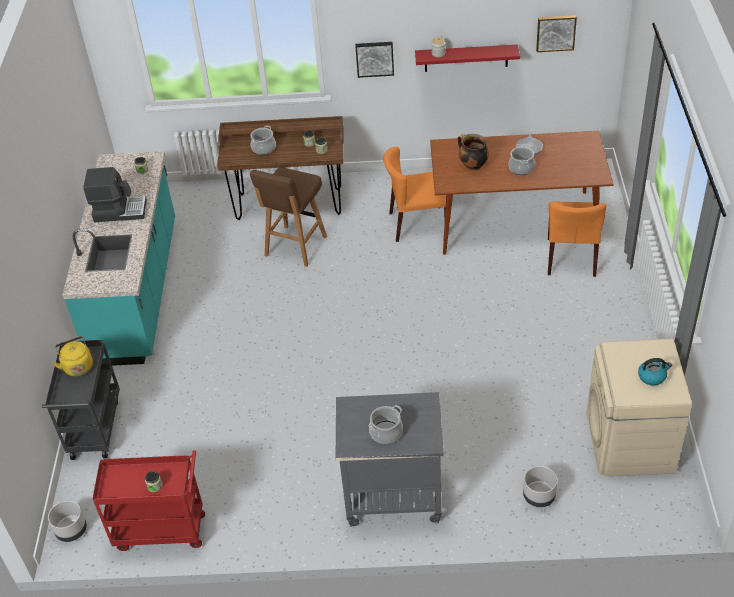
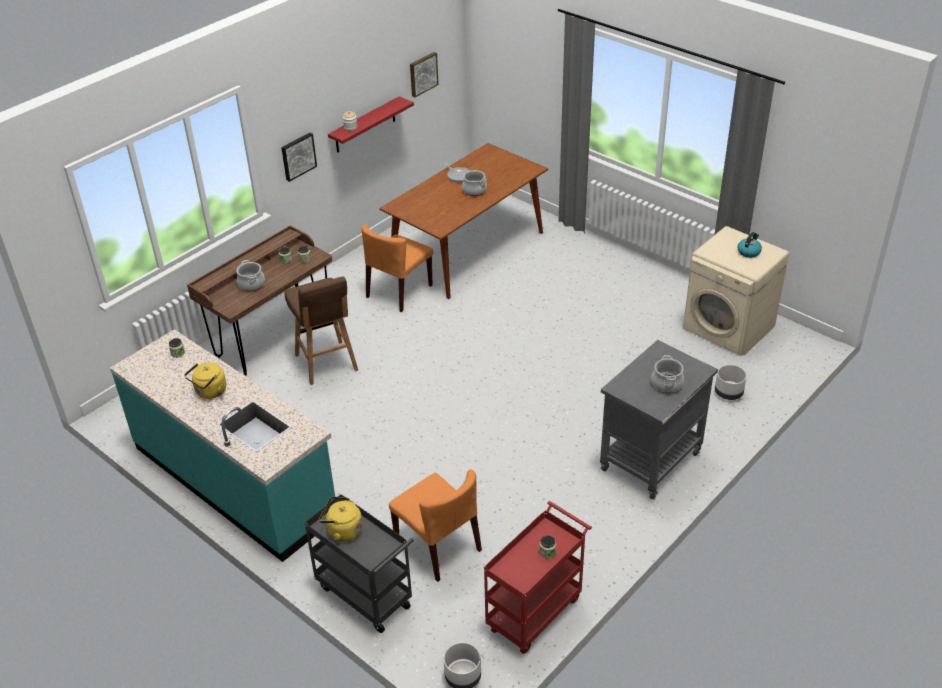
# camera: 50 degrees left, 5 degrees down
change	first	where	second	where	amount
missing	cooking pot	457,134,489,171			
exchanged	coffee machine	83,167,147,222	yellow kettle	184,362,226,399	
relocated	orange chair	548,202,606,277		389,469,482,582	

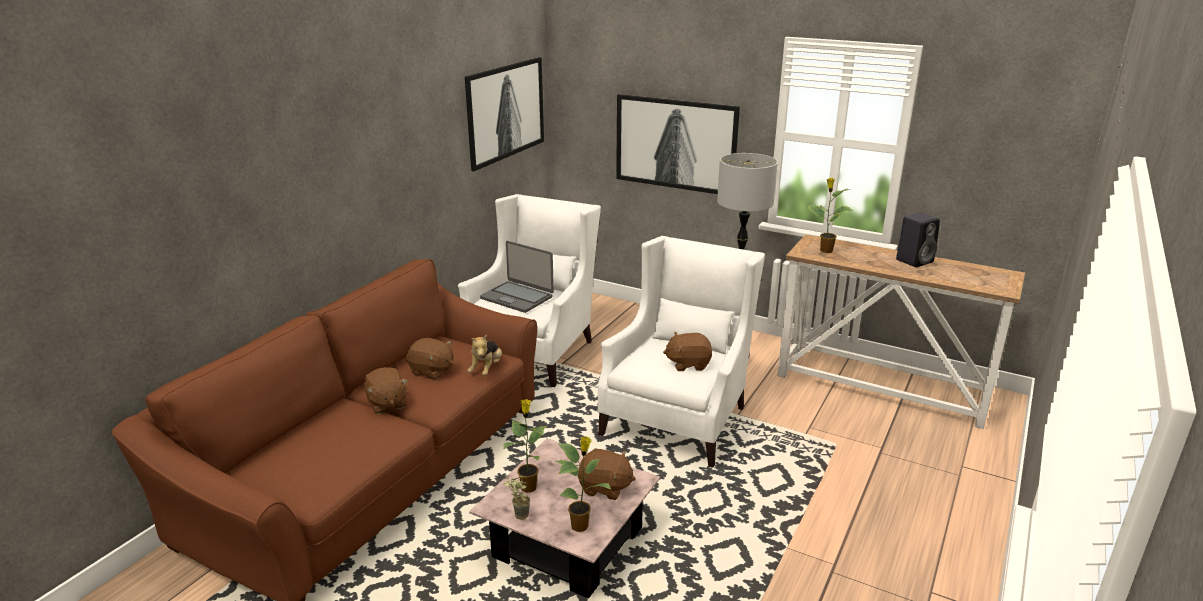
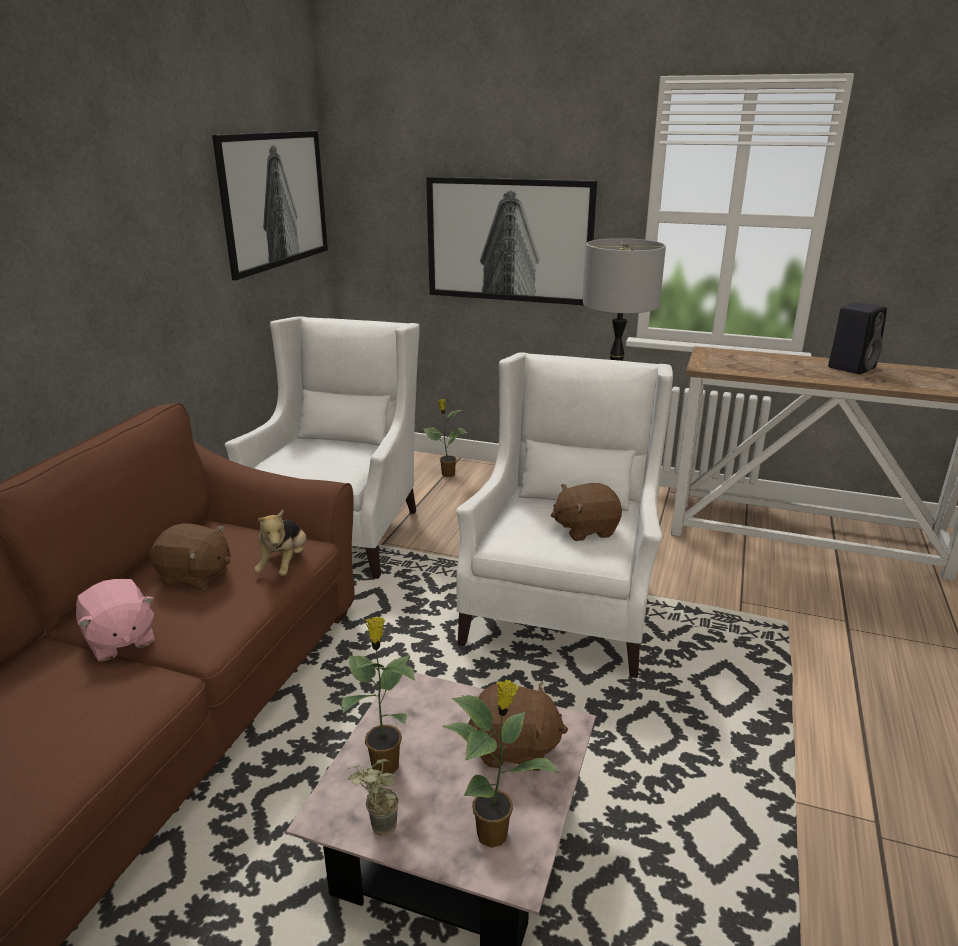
# camera: 10 degrees left, 0 degrees up
change	first	where	second	where	amount
relocated	potted plant	807,178,853,253		423,399,468,477	
missing	laptop	480,241,554,313			
colour	brown plush toy	364,367,408,414	pink plush toy	76,579,155,661	

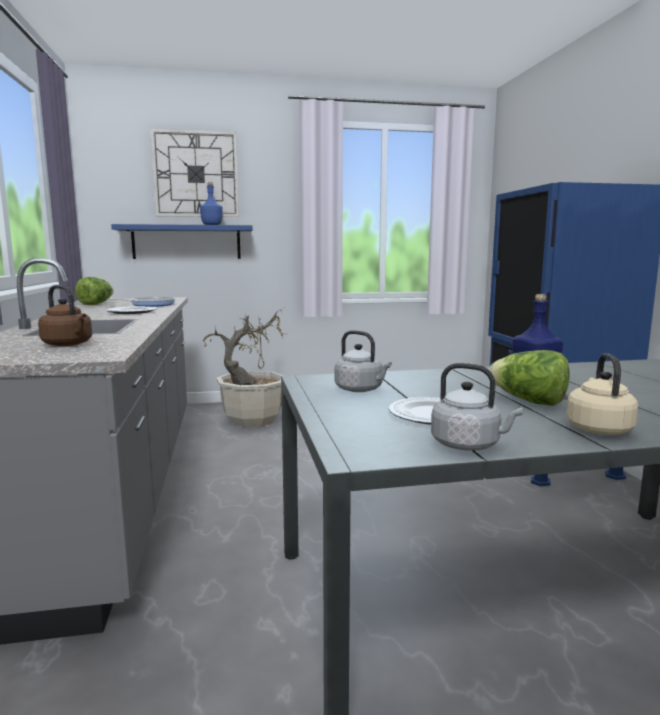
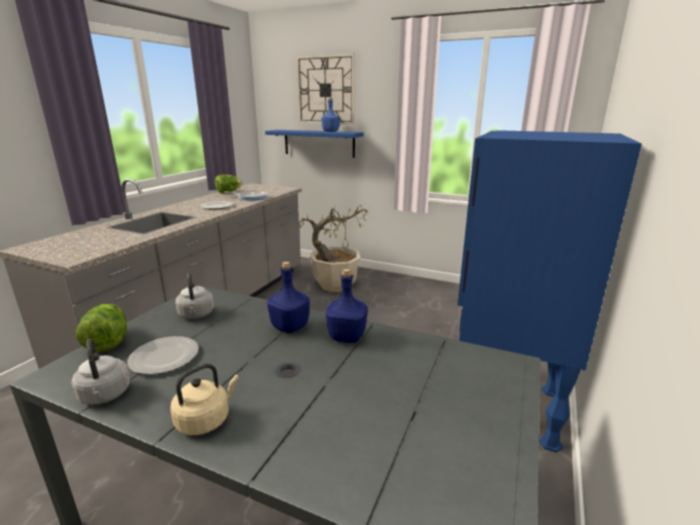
# camera: 35 degrees right, 10 degrees up
change	first	where	second	where	amount
missing	brown kettle	38,285,92,346			
relocated	lettuce	489,350,570,406		76,304,127,352	
appeared			blue bottle	267,262,310,333	

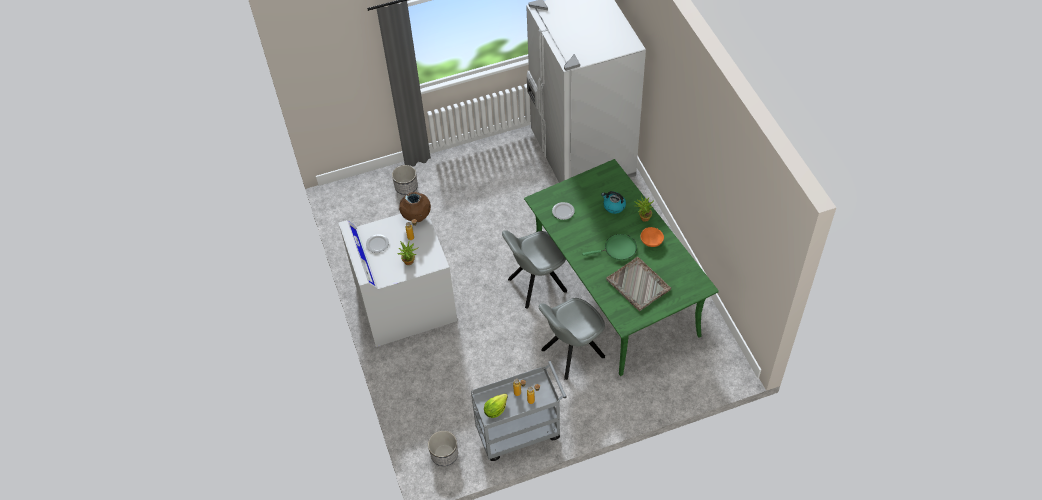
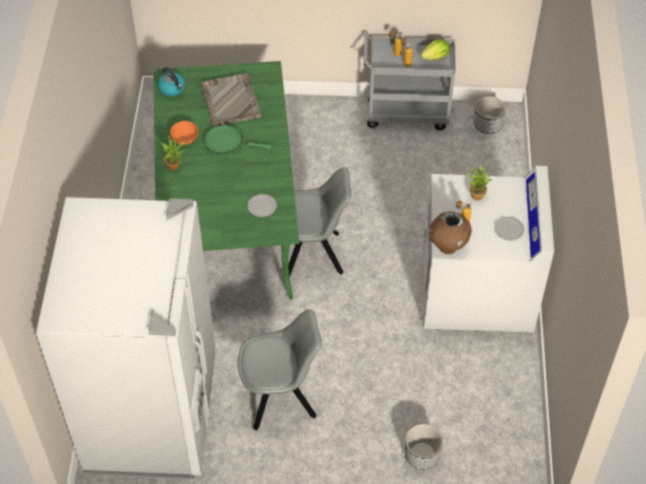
# camera: 160 degrees left, 0 degrees up
change	first	where	second	where	amount
relocated	kettle	601,191,626,214		158,67,185,96	
relocated	grey chair	539,298,605,380		238,309,322,430	

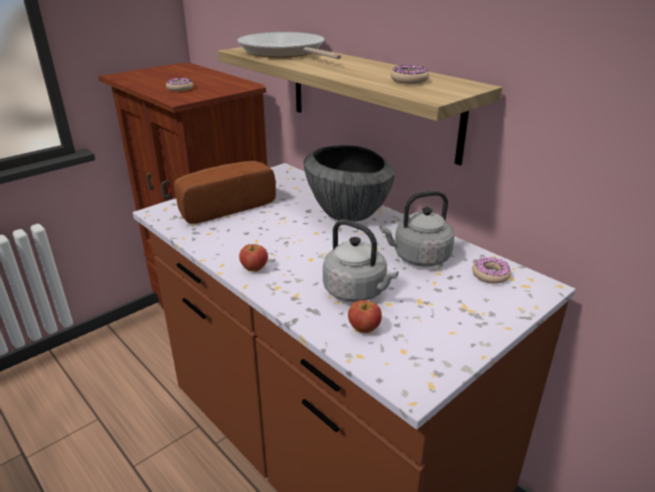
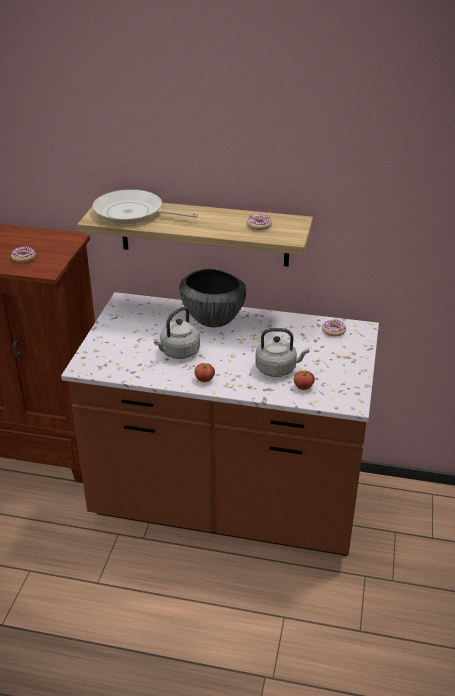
# camera: 35 degrees left, 5 degrees up
change	first	where	second	where	amount
missing	bread	174,161,276,224			
relocated	grey kettle	379,191,454,267		154,307,200,359	

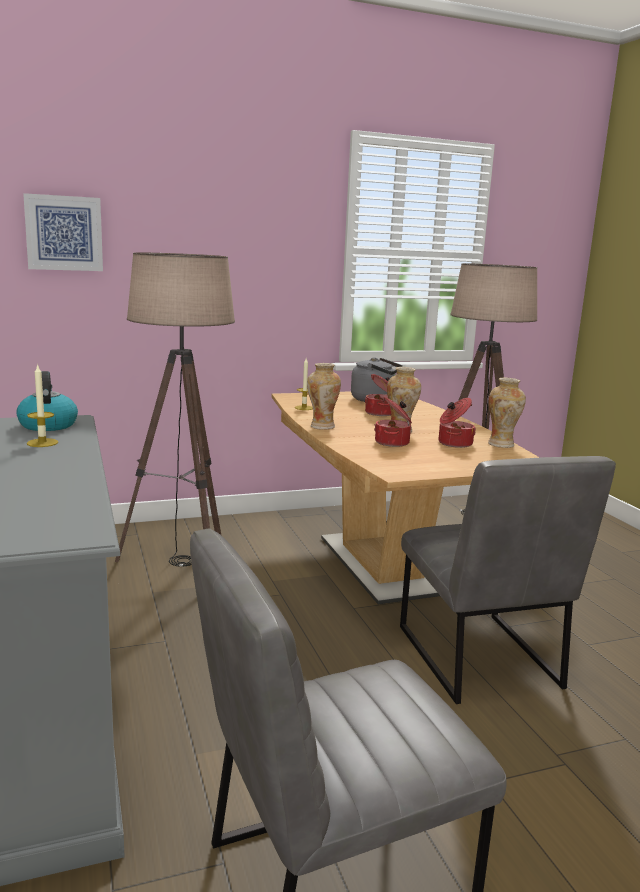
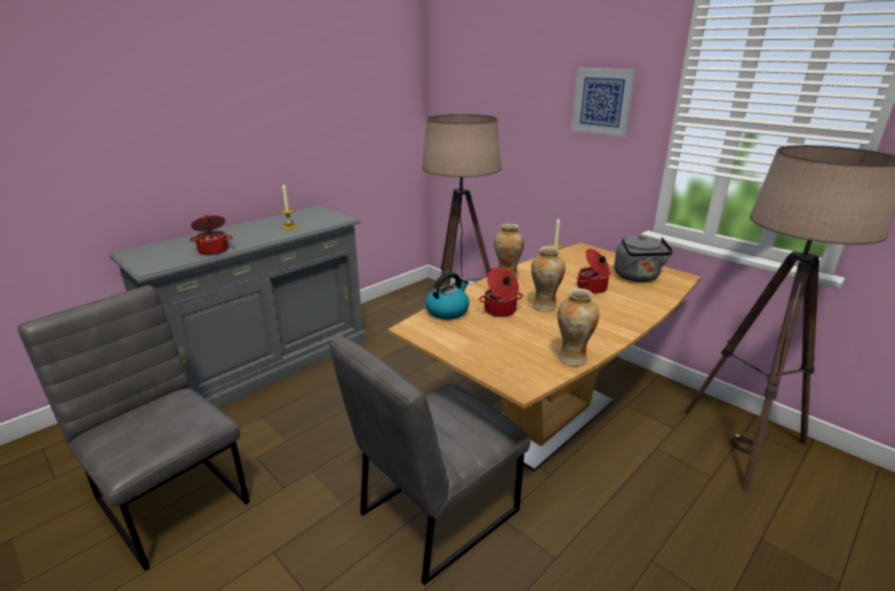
# camera: 65 degrees right, 10 degrees up
change	first	where	second	where	amount
relocated	picture	23,193,103,271		571,68,636,137	
relocated	kettle	16,371,78,431		425,272,469,320	
relocated	cooking pot	439,398,476,448		189,215,233,255	

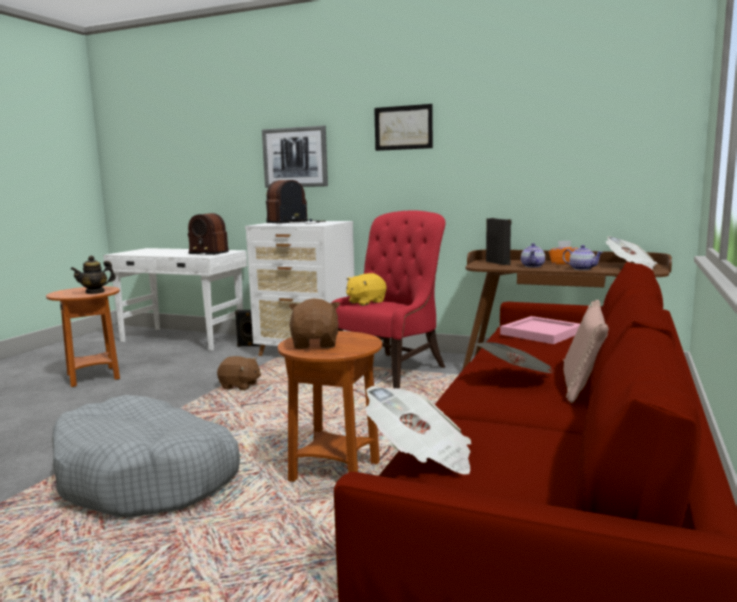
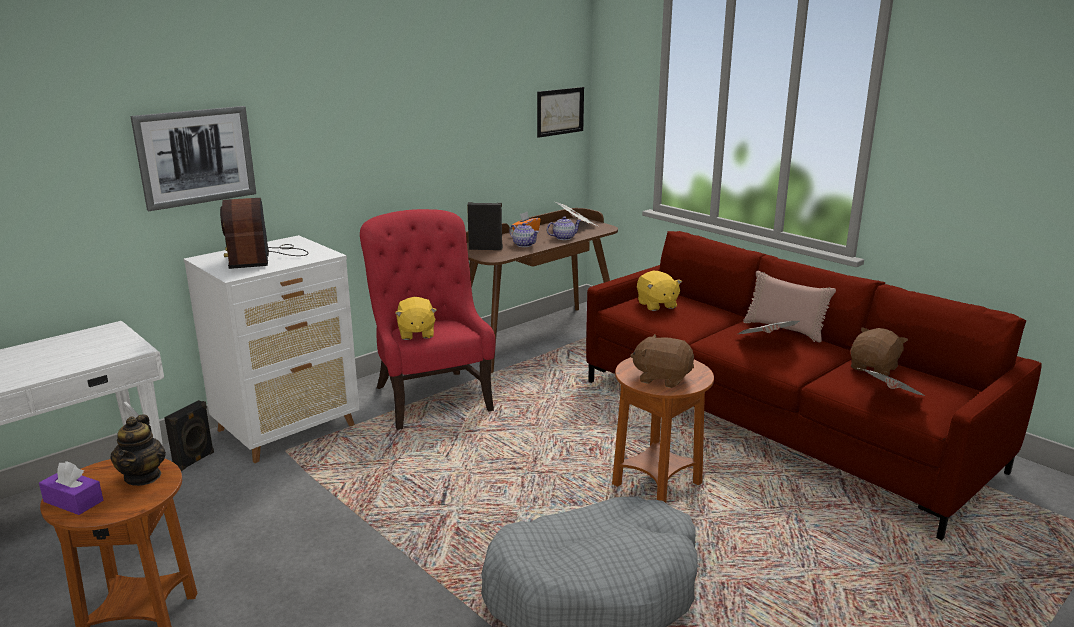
# camera: 65 degrees left, 10 degrees up
change	first	where	second	where	amount
relocated	picture	374,104,433,151		537,87,584,138	
missing	radio	188,213,229,255			
exchanged	pink tray	500,316,580,344	yellow plush toy	637,271,682,311	
relocated	brown plush toy	217,356,261,390		850,327,908,376	
appeared			purple tissue box	39,461,103,515	

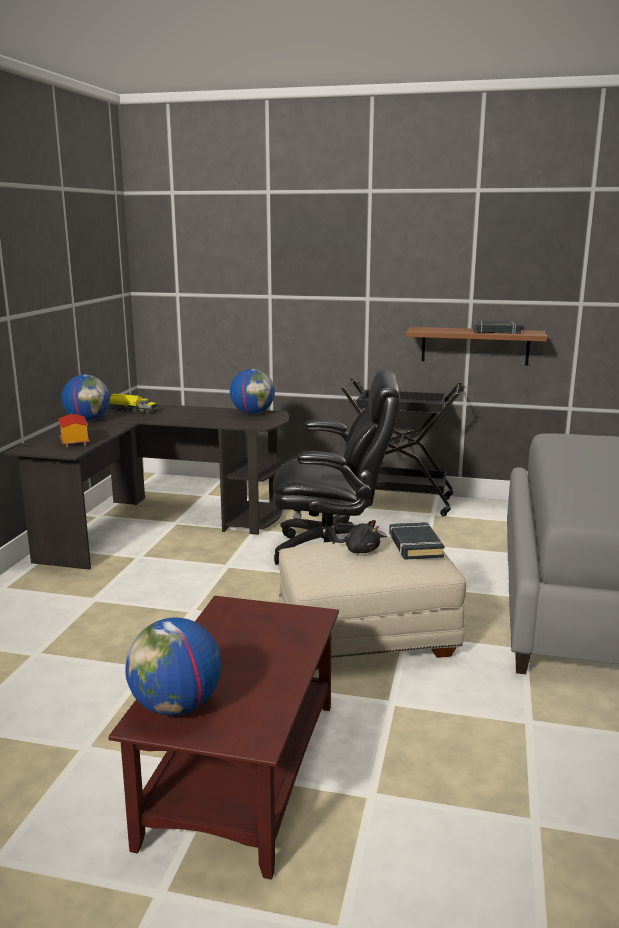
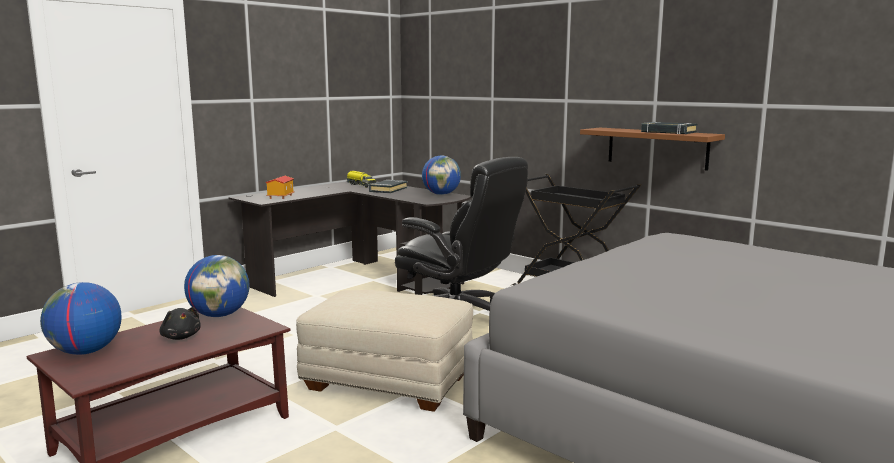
# camera: 30 degrees right, 5 degrees down
change	first	where	second	where	amount
relocated	globe	61,375,110,421		184,255,250,317	
relocated	black plush toy	333,520,380,553		159,307,201,340	
relocated	black book	389,522,445,560		369,180,408,193	

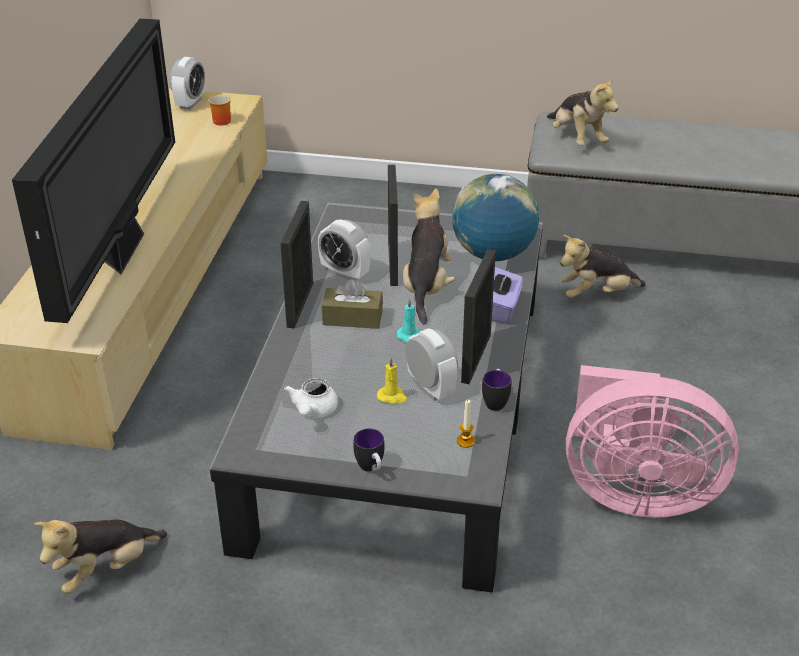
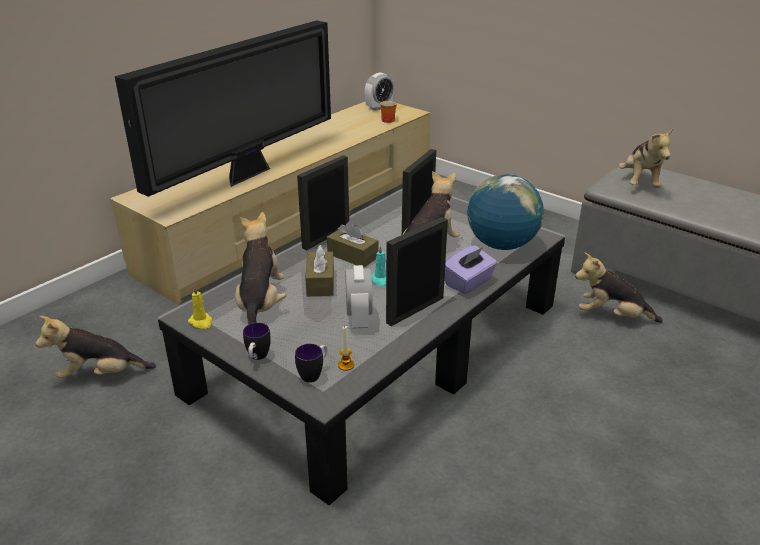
# camera: 30 degrees right, 5 degrees down
change	first	where	second	where	amount
missing	alarm clock	318,219,371,281			
relocated	yellow candle	377,358,407,404		188,286,212,329	
missing	pink fan	566,365,739,518			
relocated	mug	482,369,511,411		295,344,327,383	
exchanged	white teapot	284,378,338,418	plush toy	235,212,286,325	
appeared			brown tissue box	305,245,334,296	

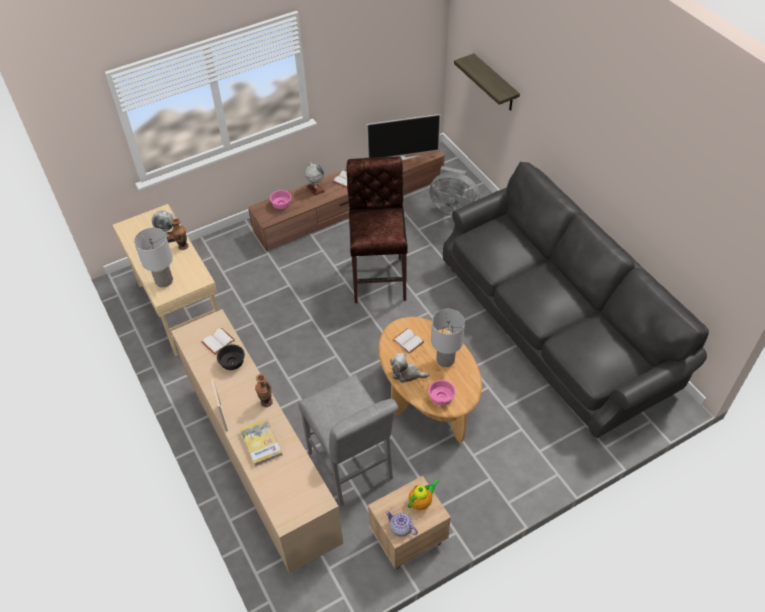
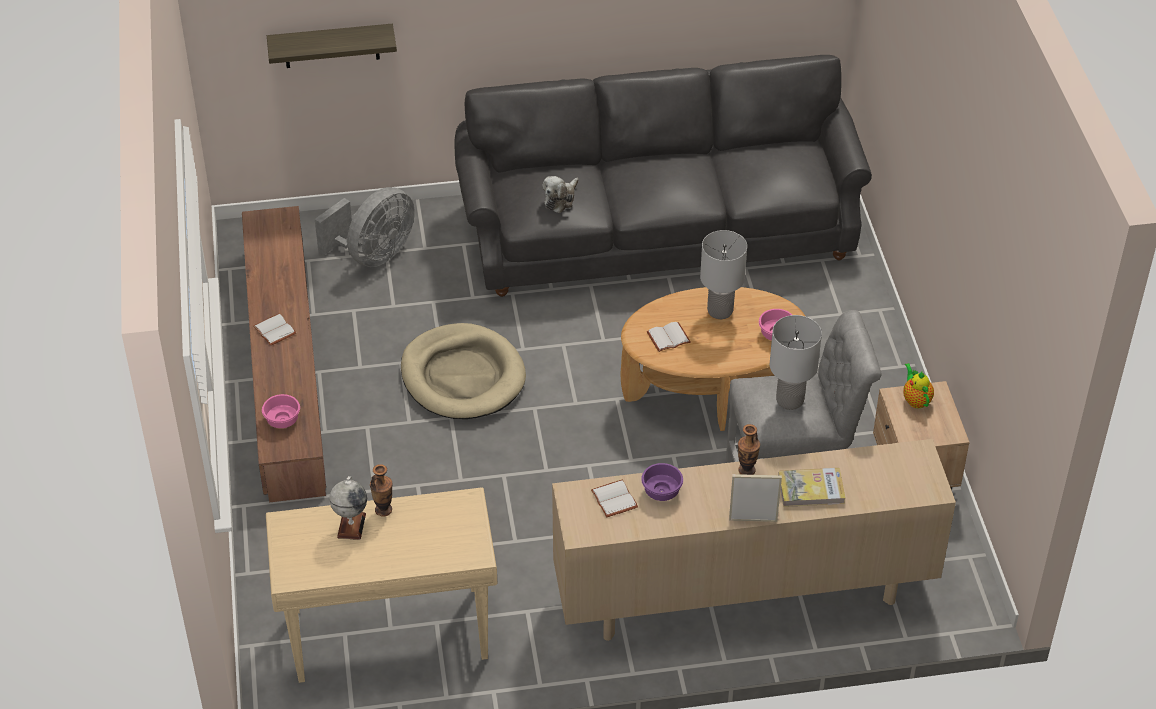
# camera: 70 degrees left, 5 degrees down
change	first	where	second	where	amount
missing	television	367,114,441,160			
exchanged	brown stool	346,157,408,303	beige dog bed	401,323,526,419	
missing	globe	305,163,325,196			
relocated	grey table lamp	134,228,173,287		770,315,822,410	
colour	black bowl	217,344,245,370	purple bowl	641,463,683,501	
relocated	plush toy	390,353,429,383		542,176,578,213	
missing	teapot	385,511,418,537			

